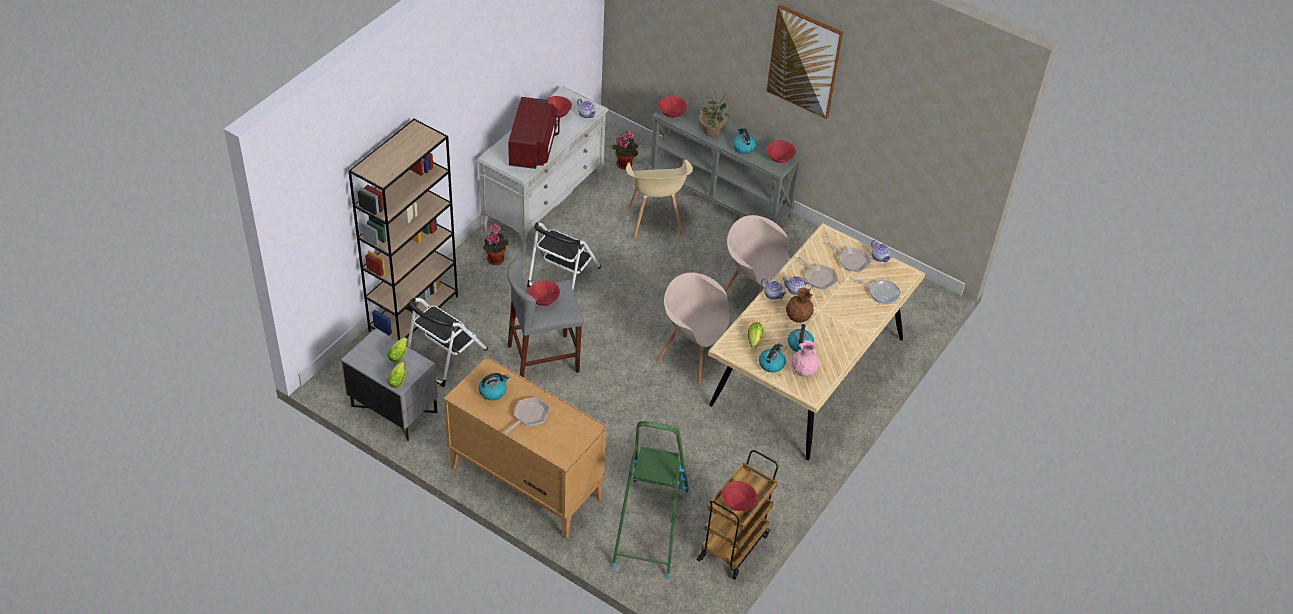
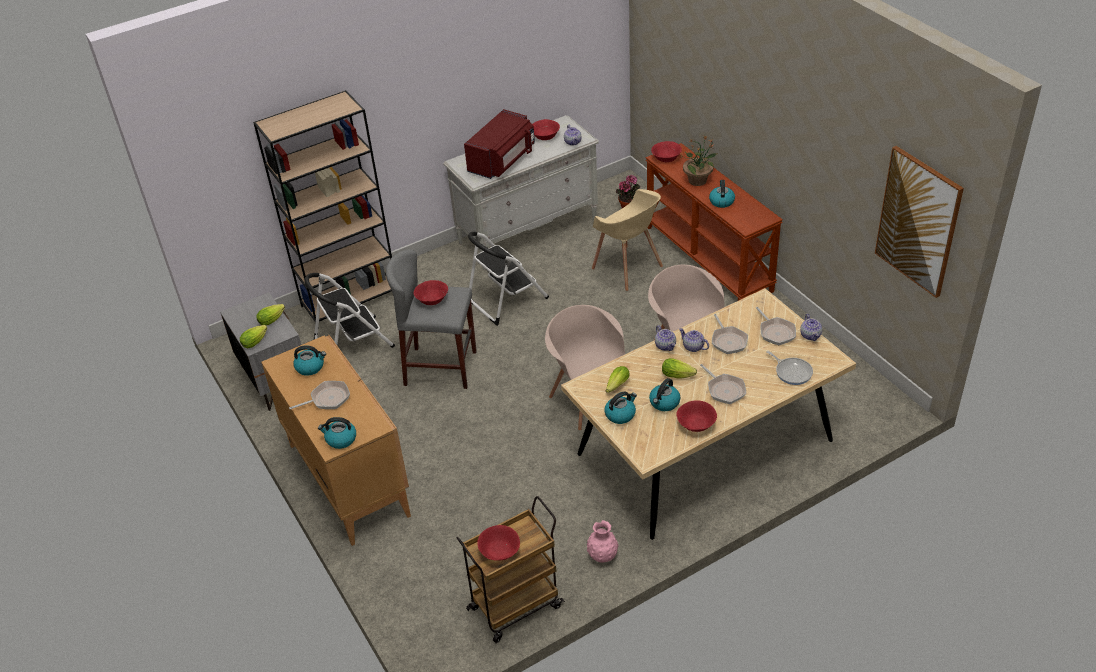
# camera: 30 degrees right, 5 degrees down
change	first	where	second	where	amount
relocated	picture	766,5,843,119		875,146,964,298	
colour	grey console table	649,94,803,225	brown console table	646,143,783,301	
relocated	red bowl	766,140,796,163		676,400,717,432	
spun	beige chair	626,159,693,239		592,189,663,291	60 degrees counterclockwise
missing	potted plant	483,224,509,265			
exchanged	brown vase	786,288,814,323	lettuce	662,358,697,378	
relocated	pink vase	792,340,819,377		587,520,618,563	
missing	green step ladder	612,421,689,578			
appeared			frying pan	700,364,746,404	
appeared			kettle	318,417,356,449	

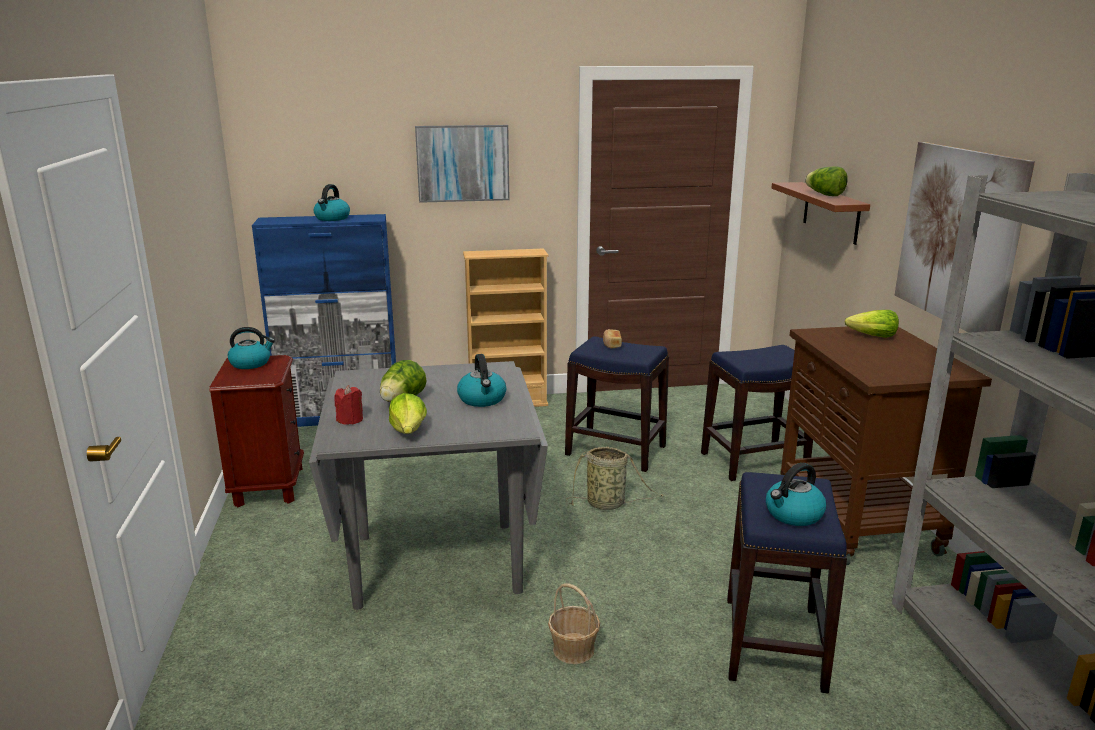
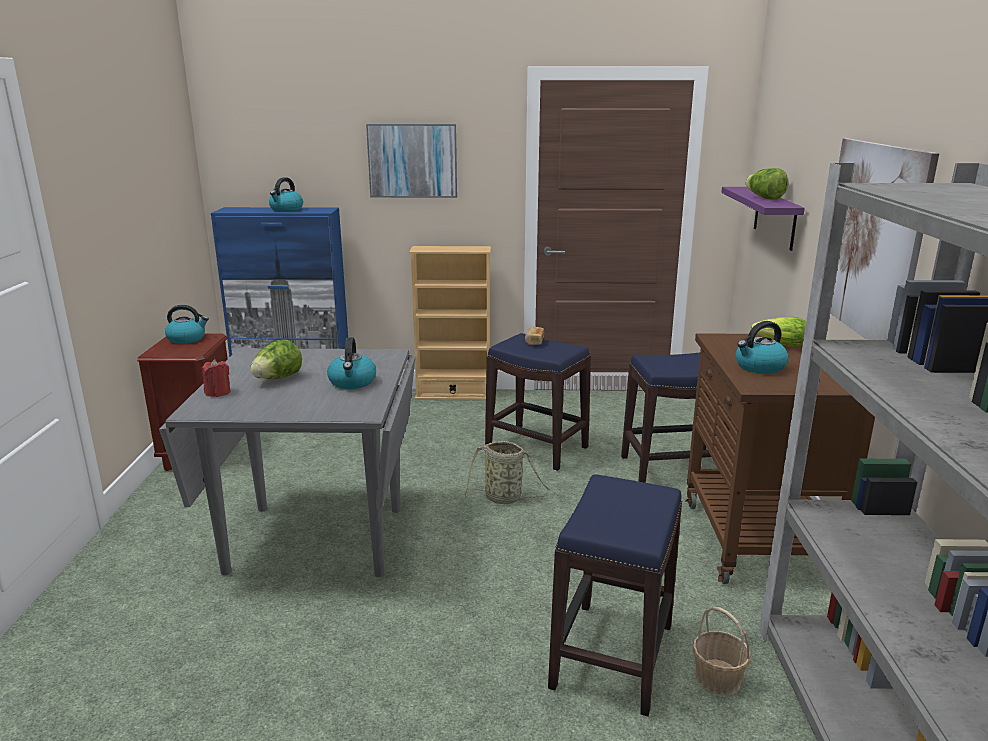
# camera: 10 degrees right, 0 degrees up
change	first	where	second	where	amount
colour	brown shelf	771,182,870,245	purple shelf	721,187,805,251	
missing	lettuce	389,393,427,434			
relocated	kettle	766,463,826,526		736,321,789,374	
relocated	basket	548,583,600,664		693,607,751,695	

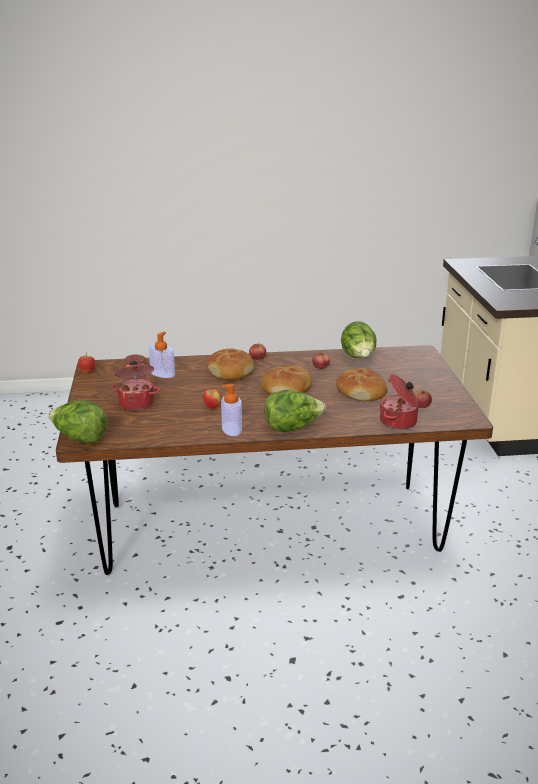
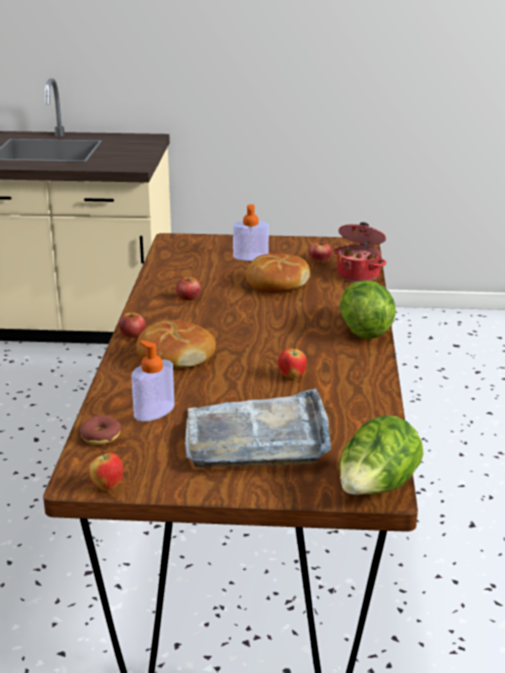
# camera: 80 degrees left, 0 degrees up
change	first	where	second	where	amount
missing	lettuce	341,321,377,358			
exchanged	cooking pot	111,361,160,411	grey tray	185,388,331,468	
missing	bread	261,365,312,394			
relocated	soap dispenser	221,384,242,436		233,204,269,261	

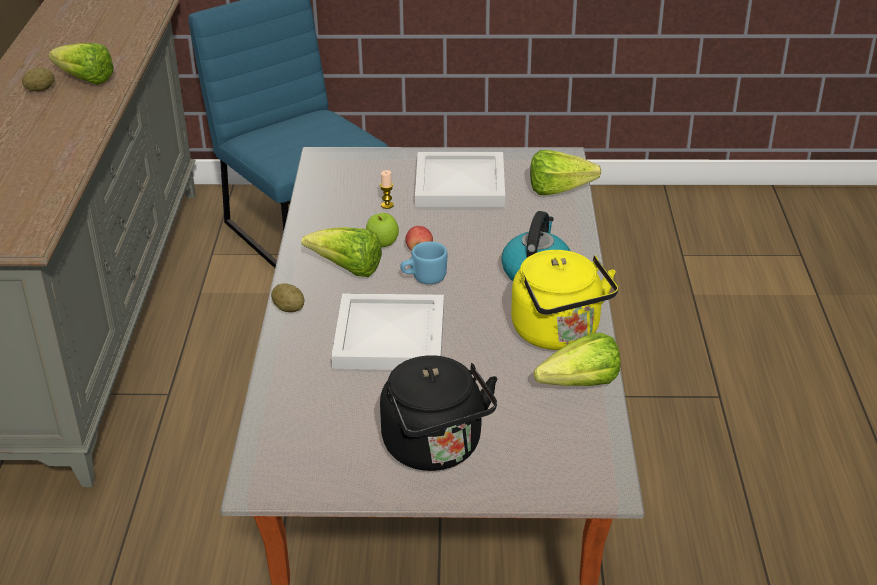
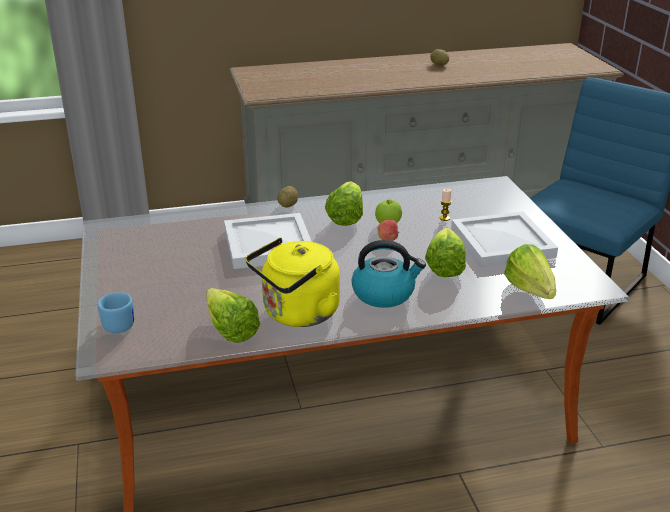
# camera: 75 degrees right, 5 degrees down
change	first	where	second	where	amount
relocated	lettuce	49,43,114,85		425,228,466,277	
relocated	blue mug	400,241,447,284		98,292,134,333	
missing	black kettle	380,355,497,471			

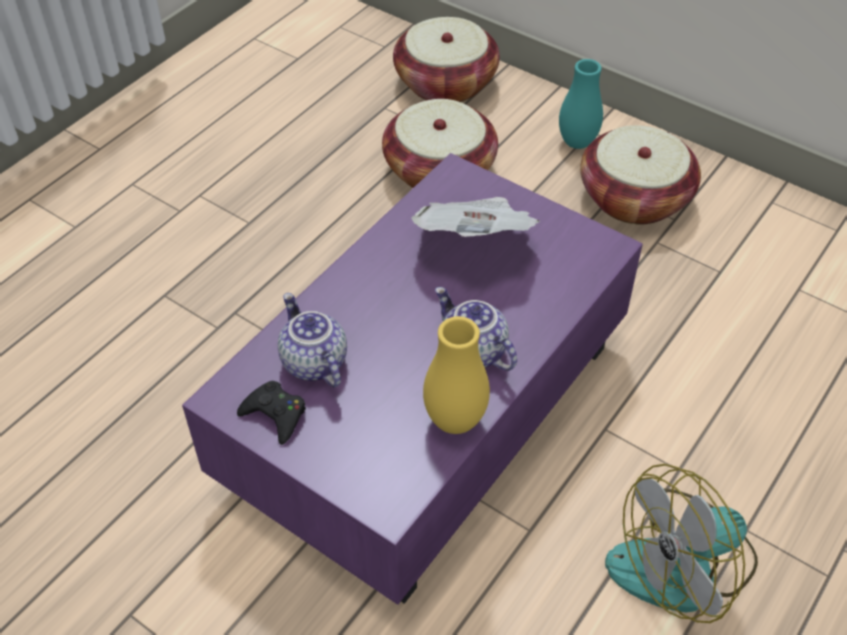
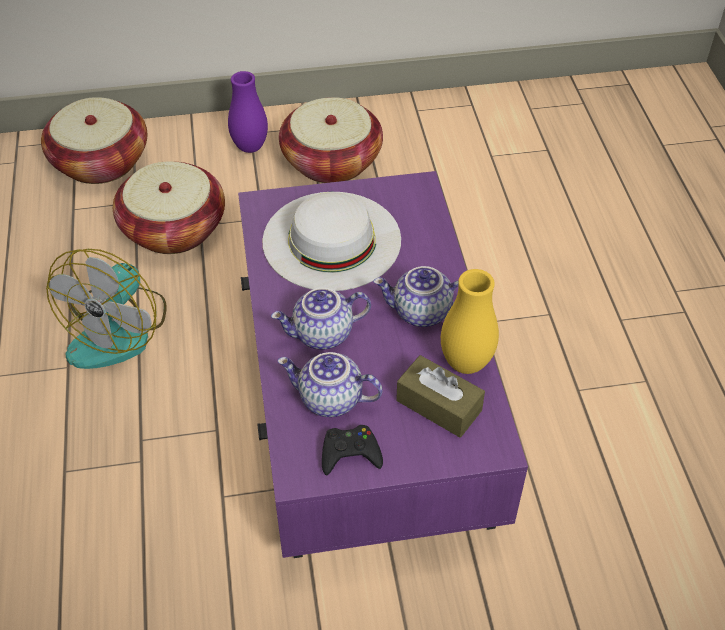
# camera: 45 degrees left, 0 degrees up
change	first	where	second	where	amount
colour	turquoise vase	559,59,603,149	purple vase	228,71,268,153	
exchanged	newspaper	411,197,540,237	white hat	262,192,401,291	
relocated	fan	605,464,758,623		46,249,166,369	
appeared			teapot	271,288,371,349	
appeared			brown tissue box	396,355,485,438	

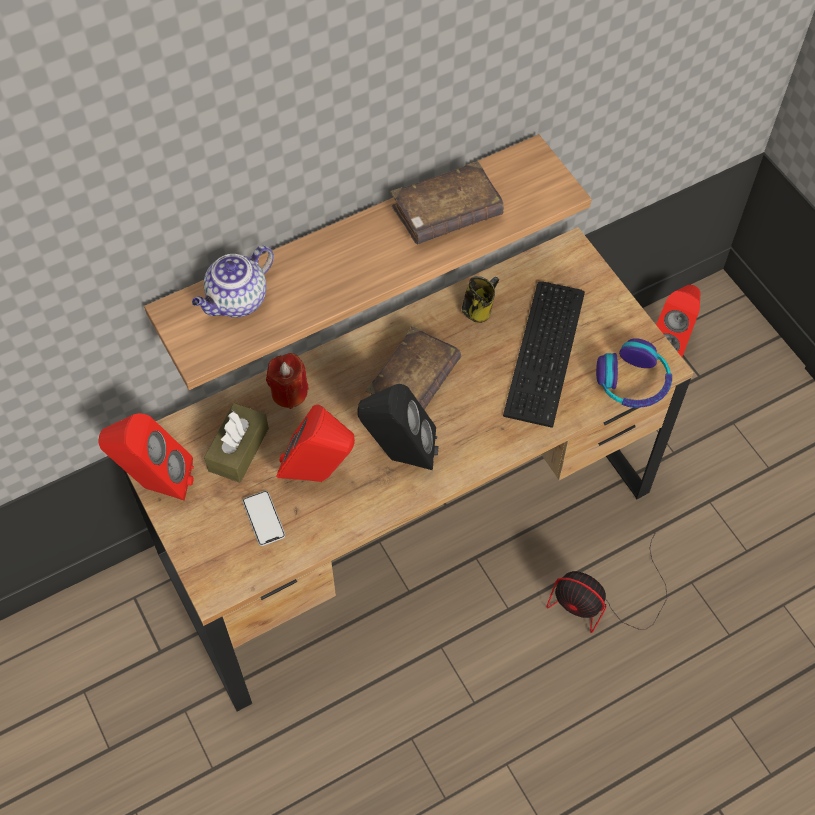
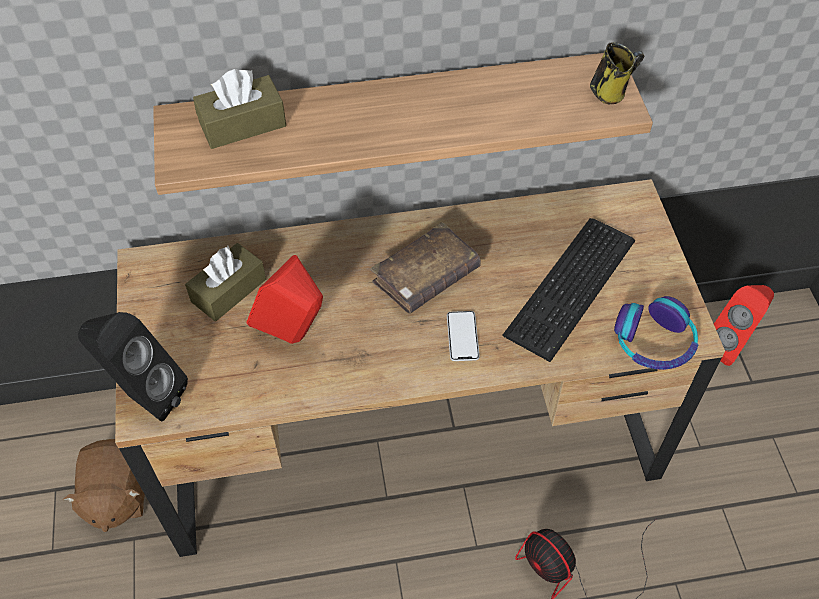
# camera: 20 degrees right, 5 degrees down
change	first	where	second	where	amount
missing	brown book	390,161,504,244			
exchanged	teapot	192,245,274,317	brown tissue box	193,69,286,149	
relocated	mug	462,276,499,323		590,42,645,104	
missing	red candle	266,353,309,409			
relocated	black speaker	357,384,439,470		78,312,188,422	
missing	red speaker	98,413,194,501			
relocated	phone	242,491,285,546		447,311,480,361	
appeared			brown plush toy	63,439,145,532	

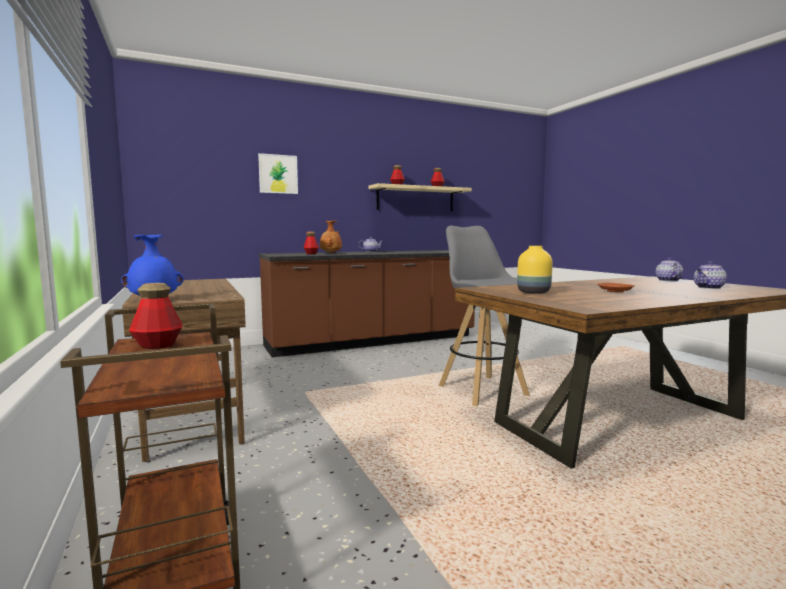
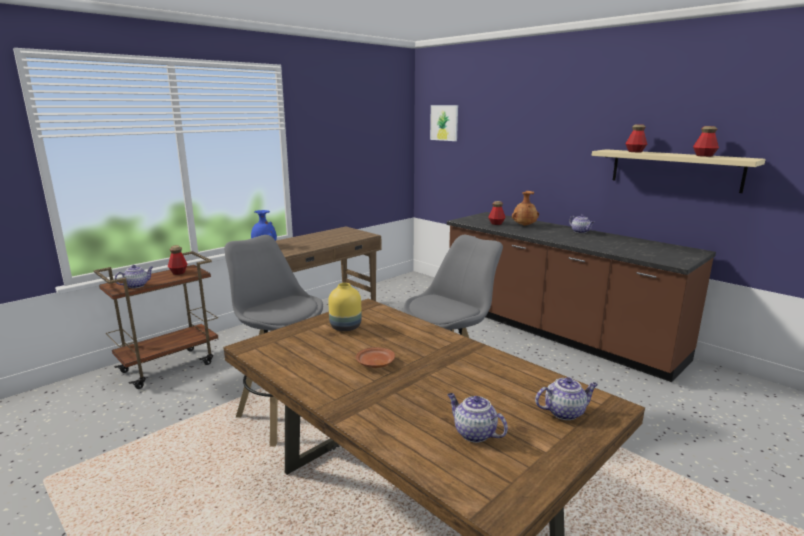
# camera: 70 degrees right, 10 degrees up
change	first	where	second	where	amount
relocated	picture	258,153,298,194		430,105,458,141	
appeared			grey stool	224,235,323,446	
appeared			teapot	115,265,153,288	

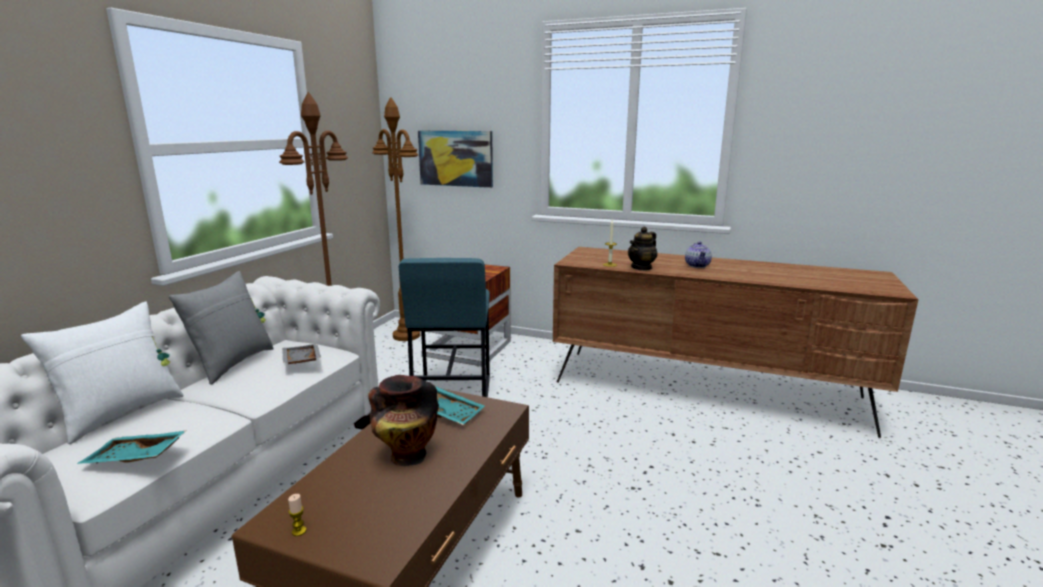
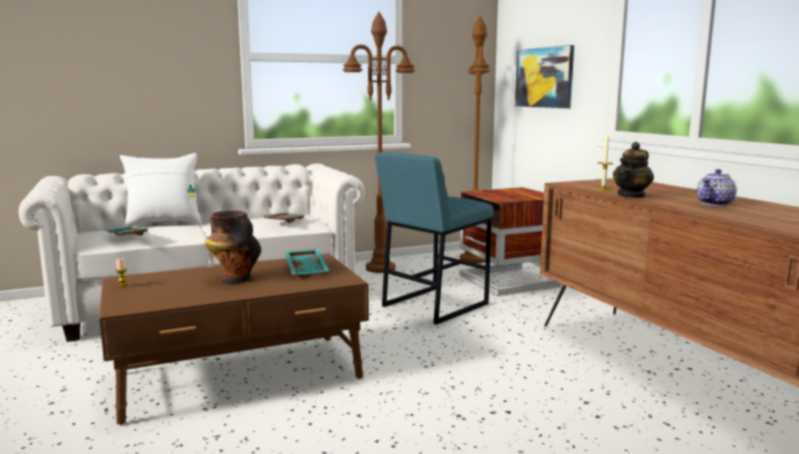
# camera: 45 degrees right, 5 degrees down
change	first	where	second	where	amount
spun	teapot	628,226,657,271		613,142,654,198	45 degrees counterclockwise
missing	grey pillow	169,271,274,385			

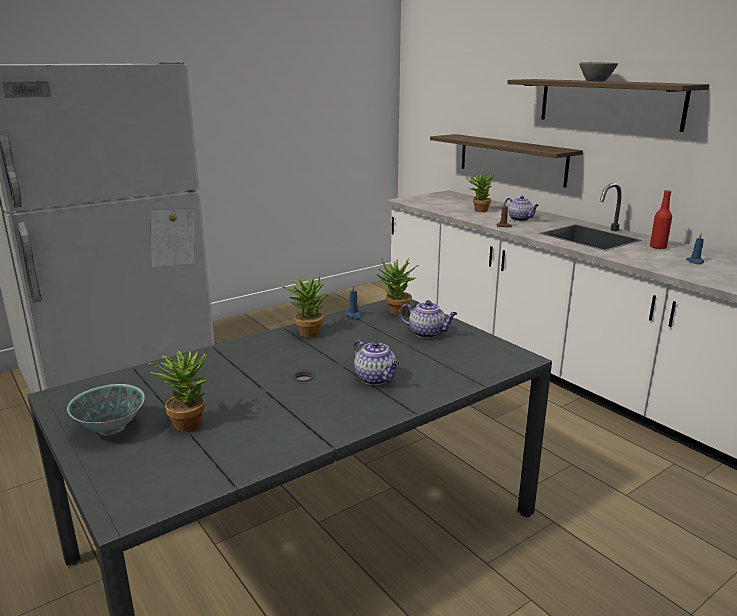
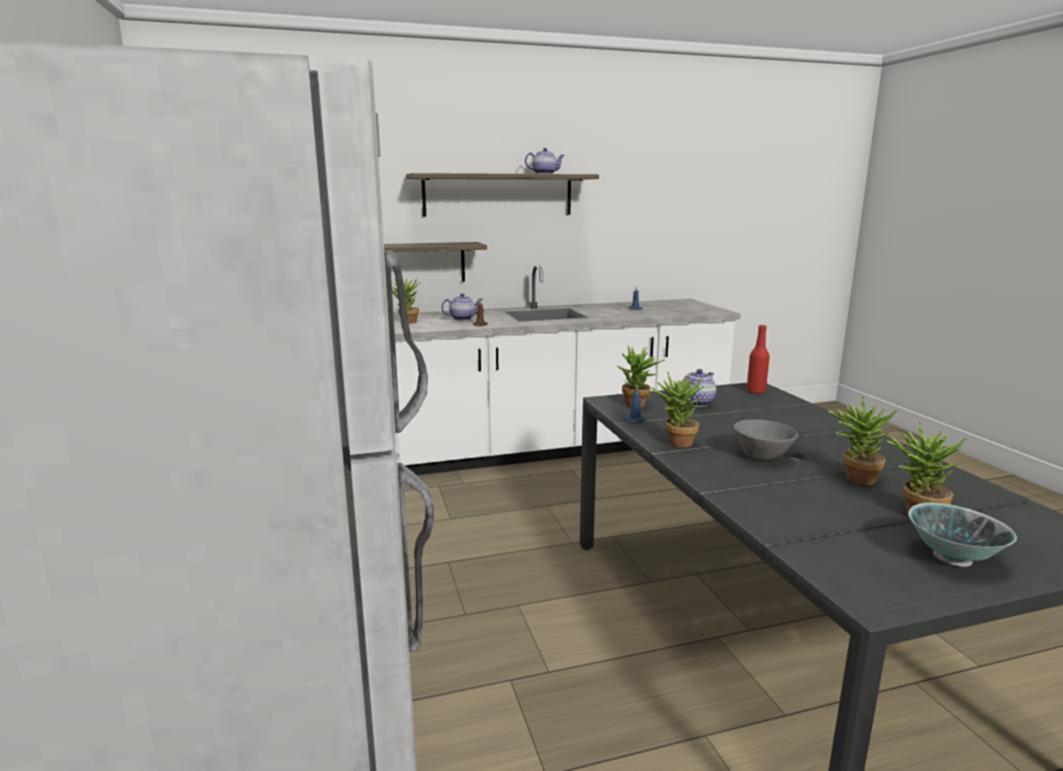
# camera: 70 degrees left, 5 degrees down
change	first	where	second	where	amount
relocated	grey bowl	579,62,618,82		733,419,798,460	
relocated	red bottle	650,190,672,249		747,325,770,394	
relocated	teapot	353,340,400,385		525,148,565,174	
appeared			potted plant	828,396,897,485	

